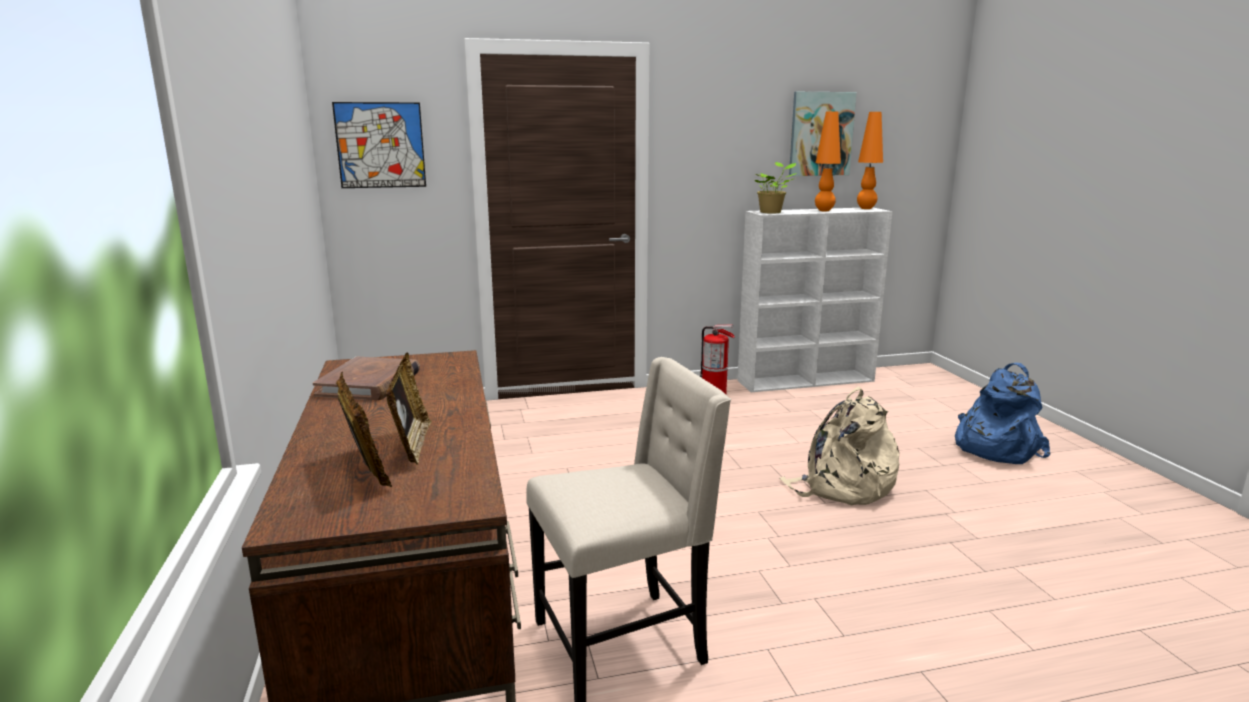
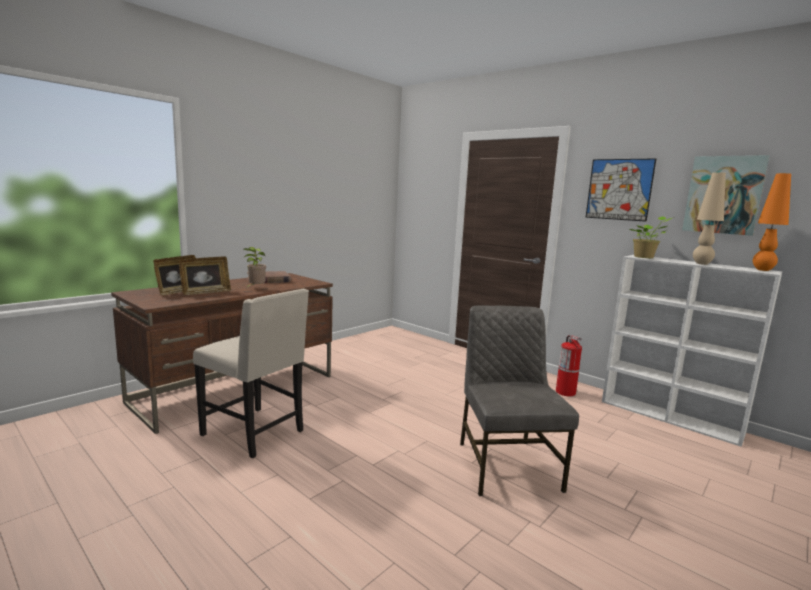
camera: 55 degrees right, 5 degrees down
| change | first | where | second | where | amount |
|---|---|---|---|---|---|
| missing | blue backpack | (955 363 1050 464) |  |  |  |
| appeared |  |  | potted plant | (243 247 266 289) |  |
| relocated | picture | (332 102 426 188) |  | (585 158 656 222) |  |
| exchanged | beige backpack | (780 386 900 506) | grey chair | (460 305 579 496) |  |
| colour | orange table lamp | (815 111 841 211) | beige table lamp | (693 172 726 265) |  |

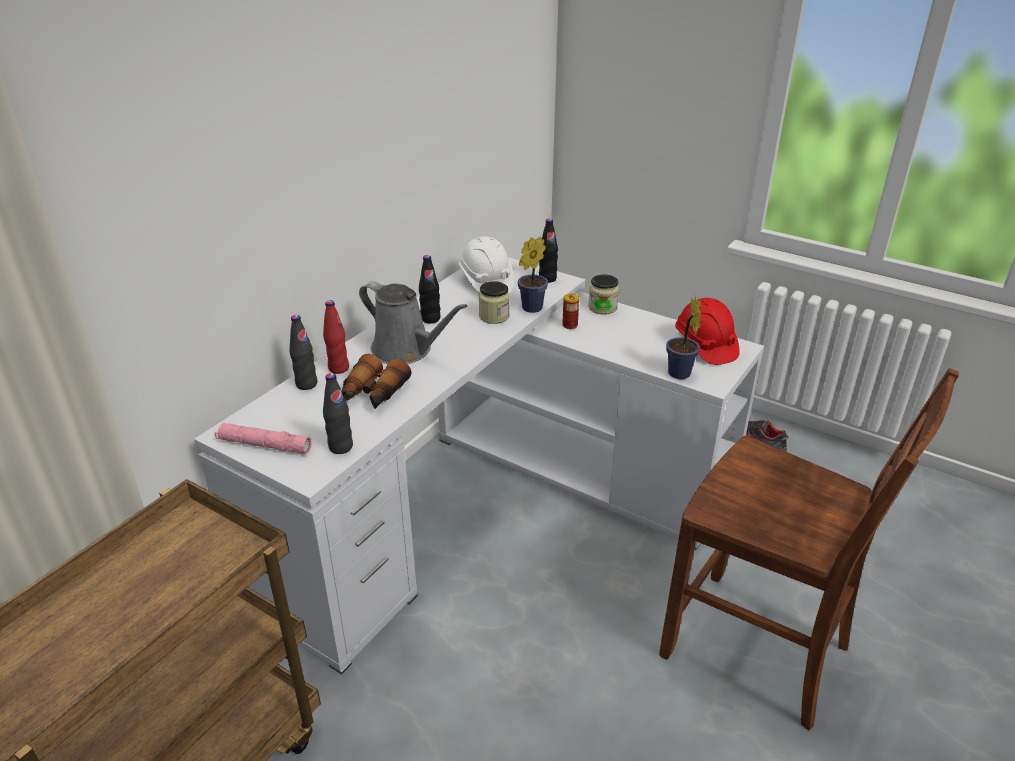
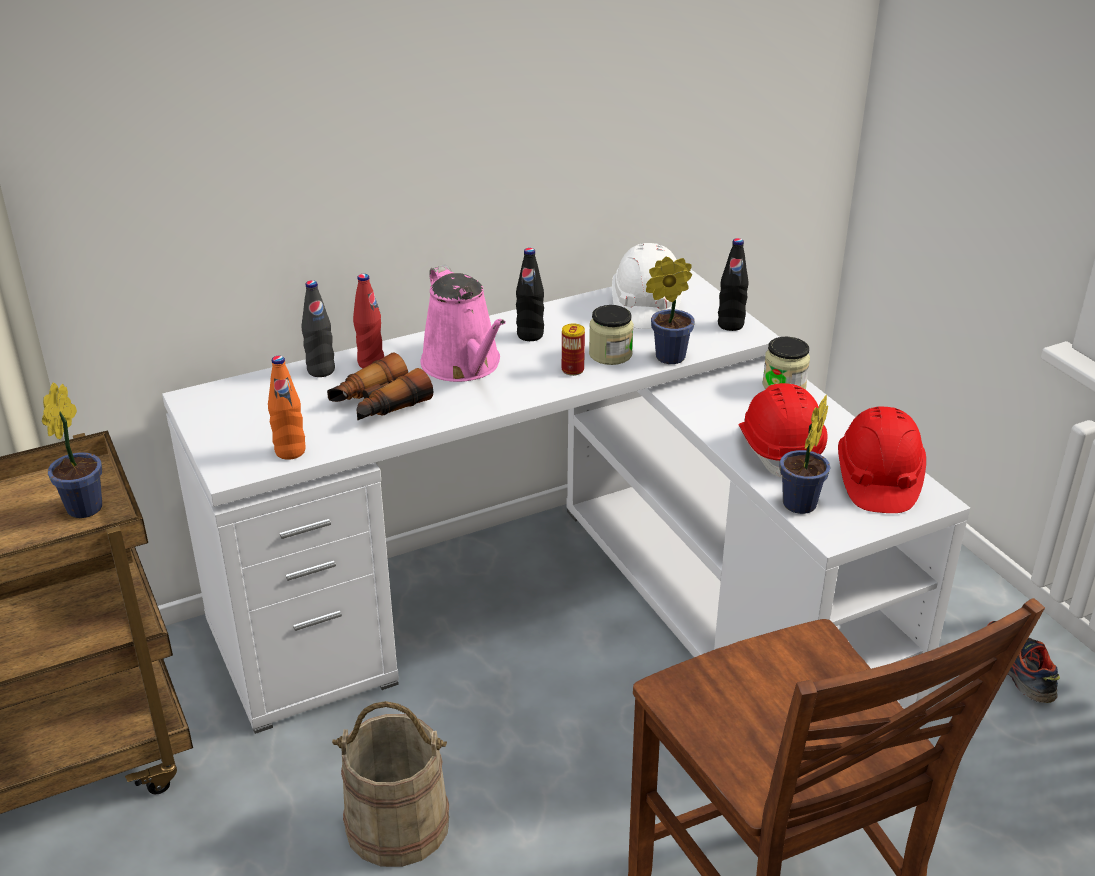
camera: 30 degrees right, 0 degrees up
| change | first | where | second | where | amount |
|---|---|---|---|---|---|
| missing | pink flashlight | (215 423 312 454) |  |  |  |
| appeared |  |  | potted plant | (42 382 102 518) |  |
| appeared |  |  | beige bucket | (332 701 449 867) |  |
| appeared |  |  | red hard hat | (738 383 828 477) |  |
| relocated | can | (562 294 579 329) |  | (562 324 585 376) |  |
| colour | black bottle | (323 373 353 454) | orange bottle | (268 356 306 460) |  |
| colour | grey watering can | (359 281 467 364) | pink watering can | (421 265 506 382) |  |

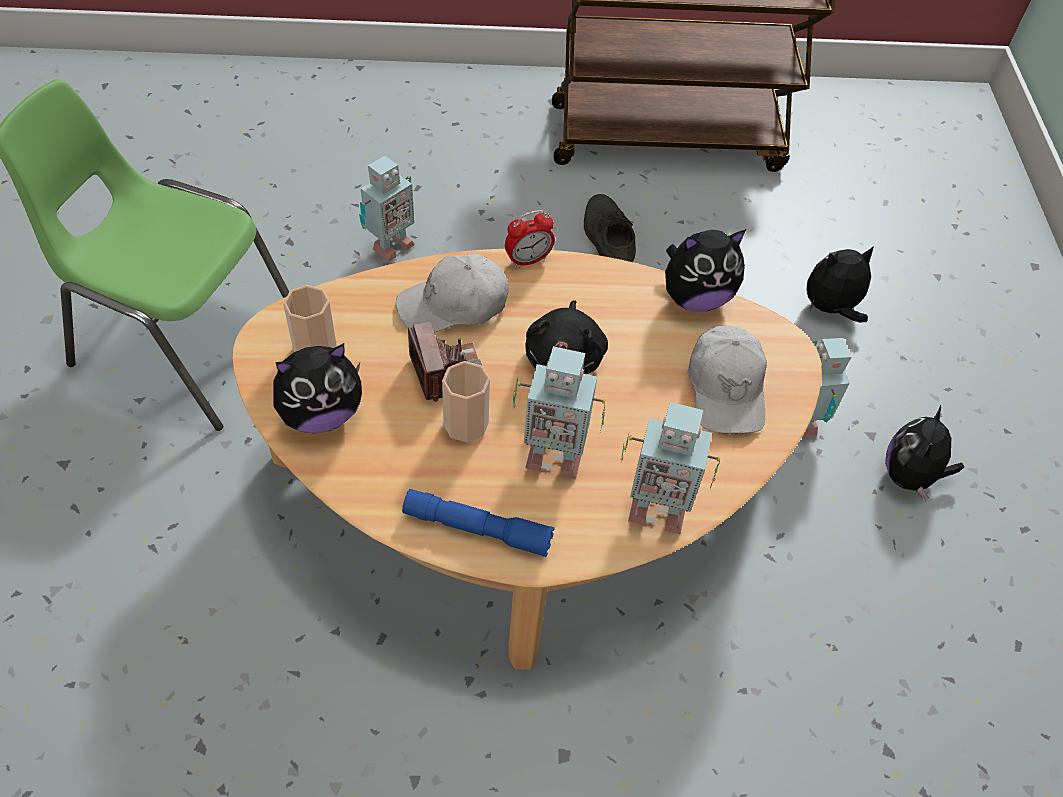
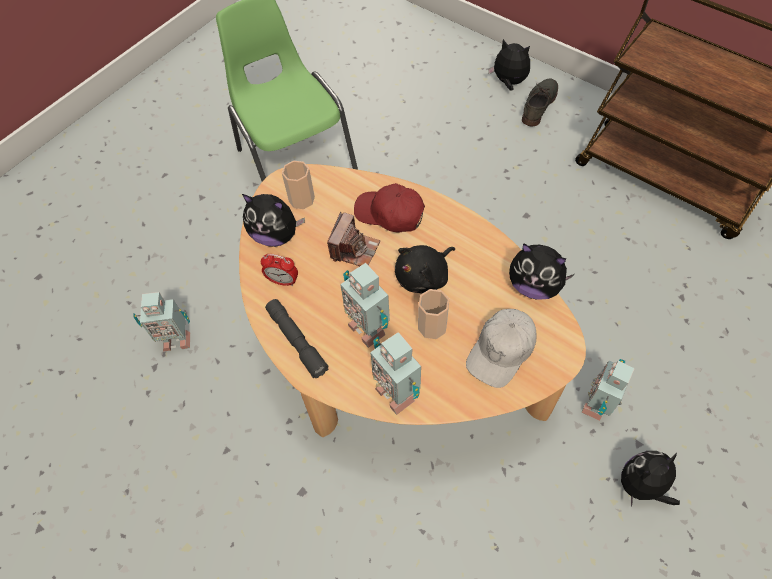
camera: 45 degrees right, 5 degrees up
| change | first | where | second | where | amount |
|---|---|---|---|---|---|
| relocated | toy robot | (359 156 415 262) |  | (133 292 190 351) |  |
| relocated | cup | (442 361 490 442) |  | (418 289 449 339) |  |
| relocated | alarm clock | (505 210 555 268) |  | (261 254 298 286) |  |
| relocated | grey shoe | (584 194 636 262) |  | (522 79 558 127) |  |
| relocated | plush toy | (806 246 874 323) |  | (488 39 530 91) |  |
| colour | white cap | (396 254 508 333) | red cap | (354 183 425 233) |  |
| colour | blue flashlight | (402 489 555 557) | grey flashlight | (265 299 329 378) |  |

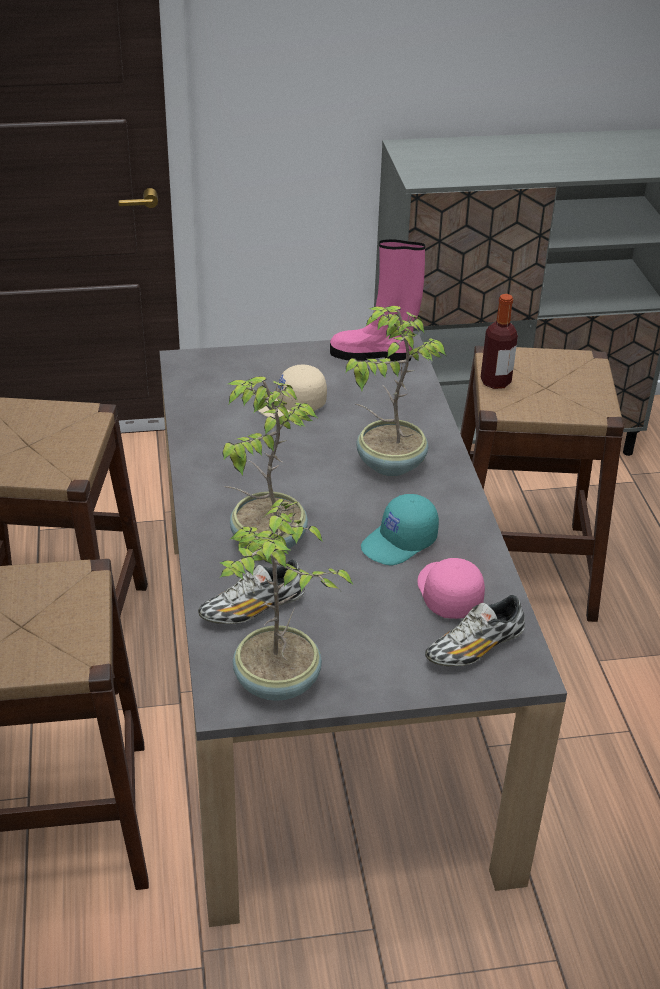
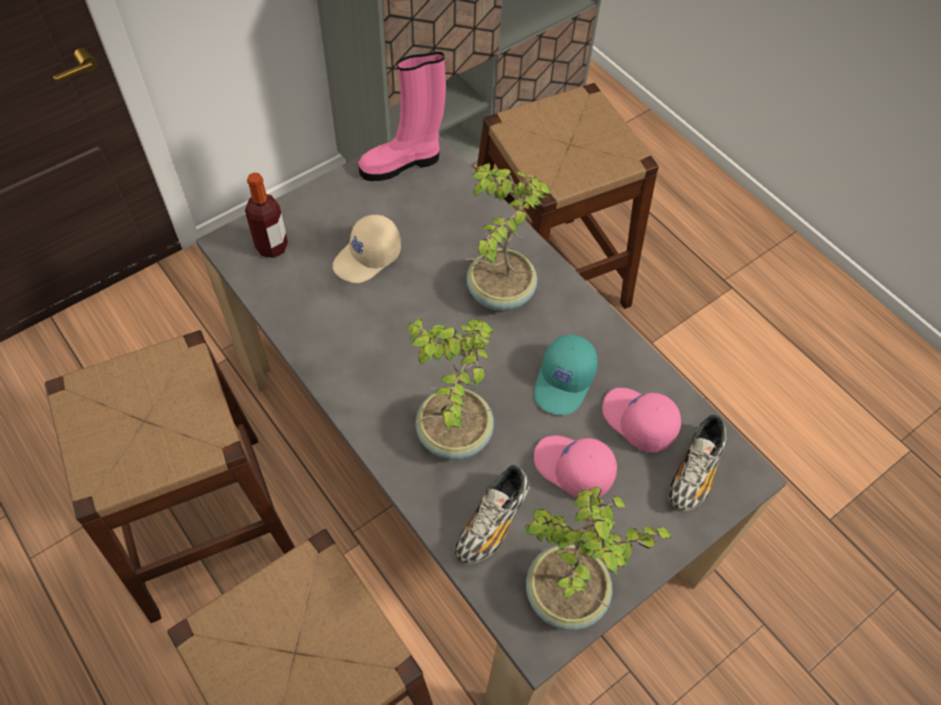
camera: 30 degrees left, 20 degrees up
| change | first | where | second | where | amount |
|---|---|---|---|---|---|
| appeared |  |  | pink cap | (534 435 617 498) |  |
| relocated | bottle | (481 294 518 389) |  | (245 173 288 258) |  |

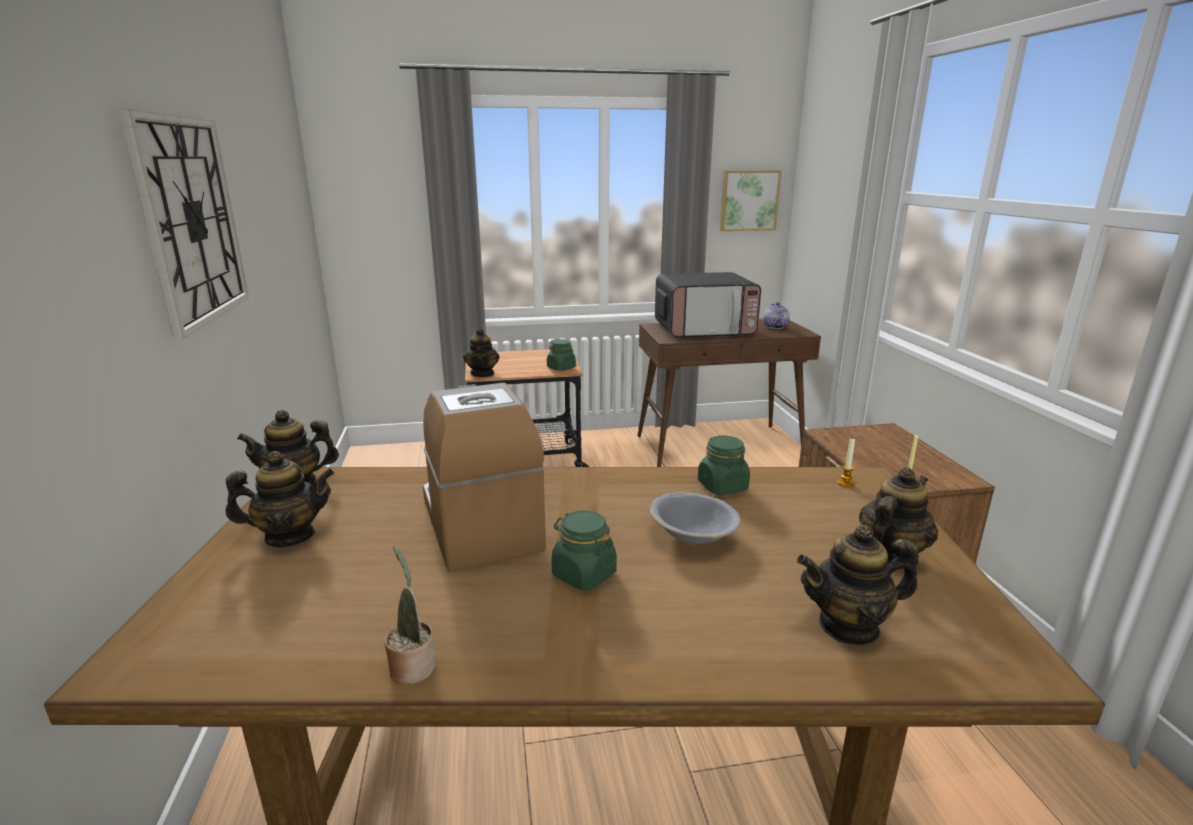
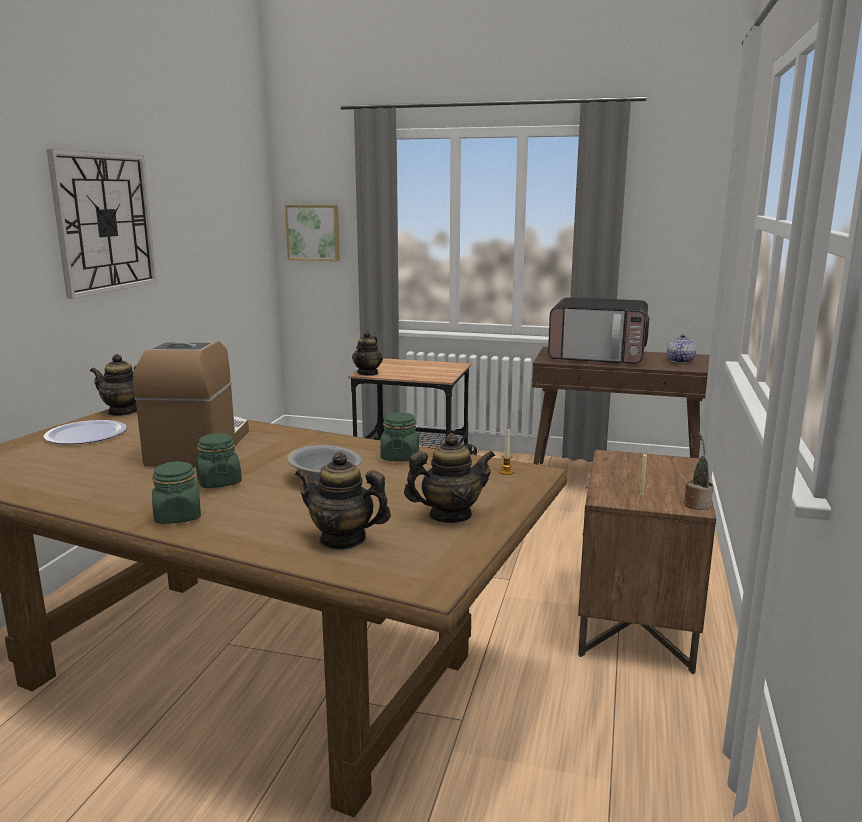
camera: 25 degrees right, 5 degrees down
| change | first | where | second | where | amount |
|---|---|---|---|---|---|
| relocated | potted plant | (384 546 436 684) |  | (684 432 714 510) |  |
| relocated | green jar | (547 339 576 371) |  | (152 461 201 524) |  |
| relocated | picture | (720 170 782 231) |  | (285 205 340 261) |  |
| exchanged | teapot | (226 451 334 547) | plate | (44 420 127 444) |  |

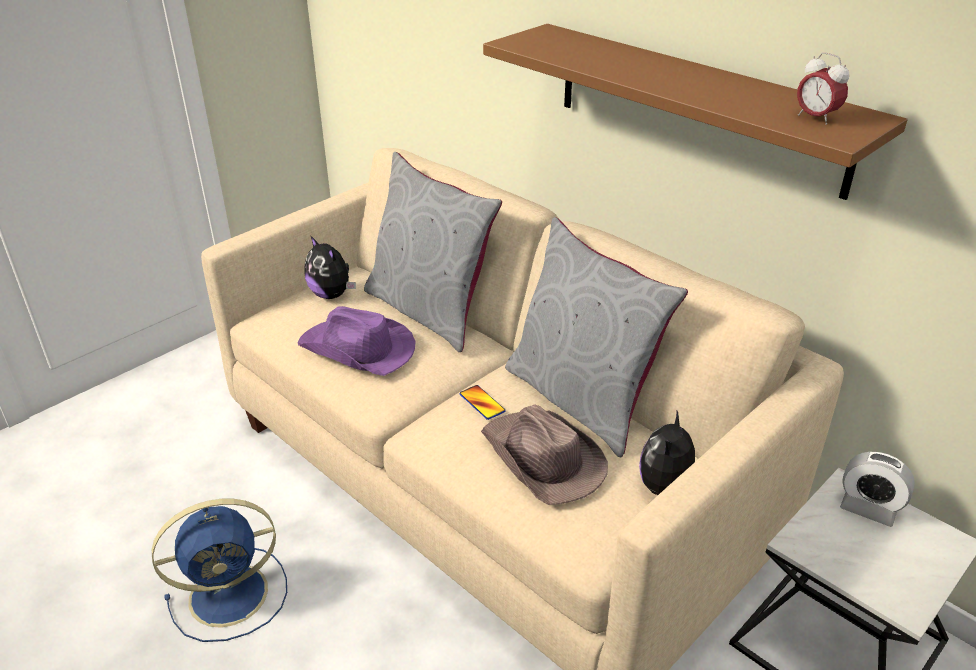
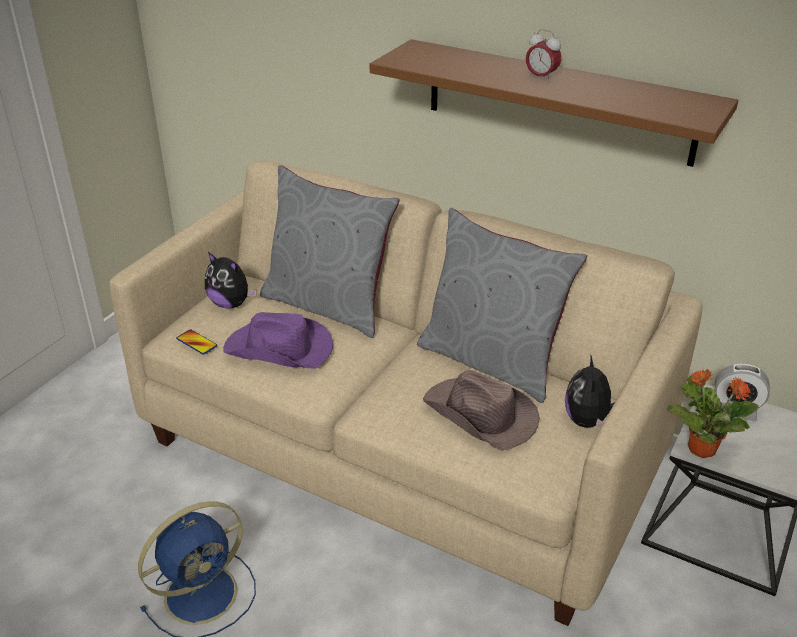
camera: 15 degrees left, 0 degrees up
| change | first | where | second | where | amount |
|---|---|---|---|---|---|
| appeared |  |  | potted plant | (667 369 759 458) |  |
| relocated | phone | (460 385 506 420) |  | (176 330 217 355) |  |
| relocated | alarm clock | (797 52 849 125) |  | (526 29 561 82) |  |

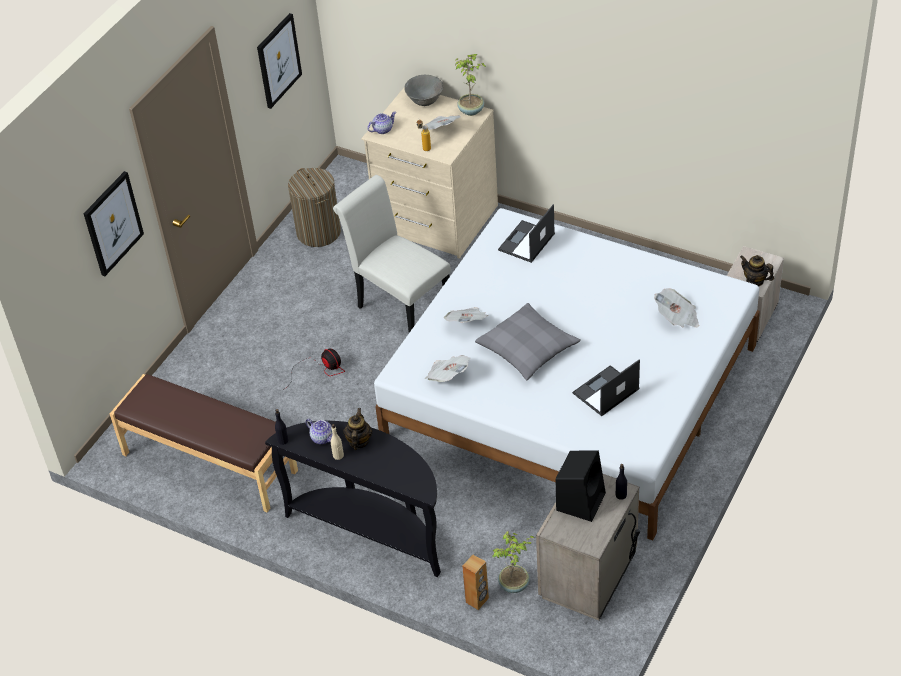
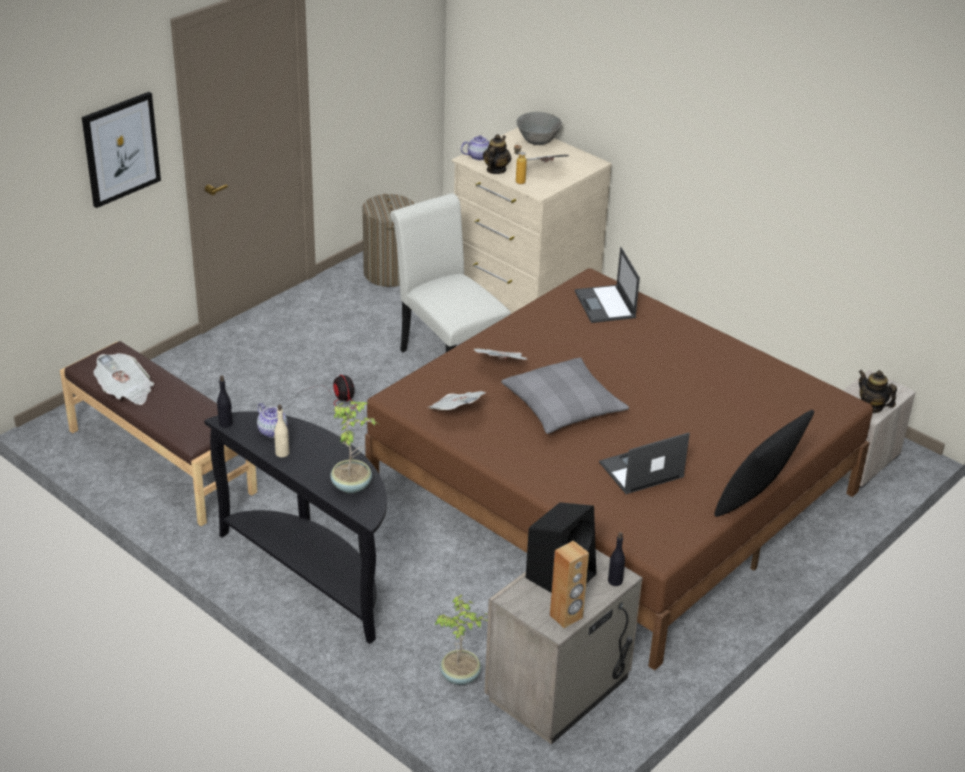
camera: 10 degrees right, 10 degrees down
| change | first | where | second | where | amount |
|---|---|---|---|---|---|
| missing | picture | (257 13 302 109) |  |  |  |
| appeared |  |  | black pillow | (714 410 814 517) |  |
| relocated | teapot | (343 408 373 450) |  | (483 134 511 174) |  |
| relocated | potted plant | (455 54 487 116) |  | (330 401 378 493) |  |
| relocated | brown speaker | (462 555 489 610) |  | (550 540 589 628) |  |
| relocated | newspaper | (654 289 699 327) |  | (93 353 154 405) |  |
| colour | white bed | (374 208 760 541) | brown bed | (365 268 873 670) |  |
| spun | laptop | (498 204 555 263) |  | (575 247 640 323) | 60 degrees counterclockwise |

